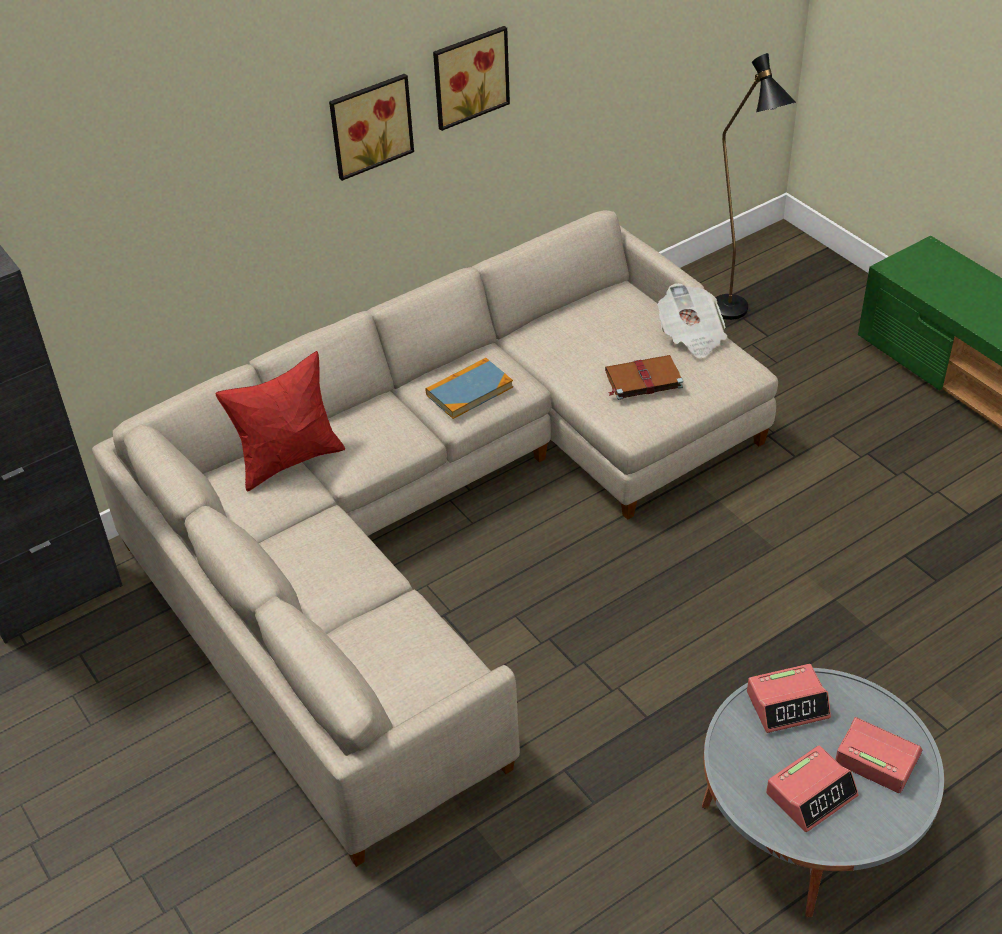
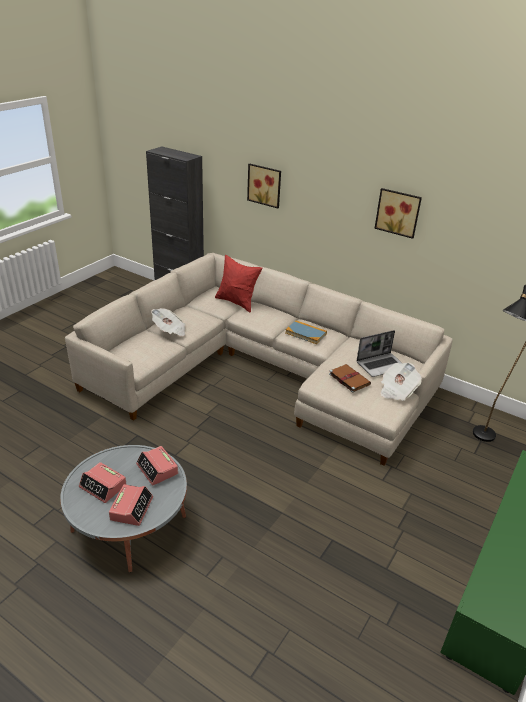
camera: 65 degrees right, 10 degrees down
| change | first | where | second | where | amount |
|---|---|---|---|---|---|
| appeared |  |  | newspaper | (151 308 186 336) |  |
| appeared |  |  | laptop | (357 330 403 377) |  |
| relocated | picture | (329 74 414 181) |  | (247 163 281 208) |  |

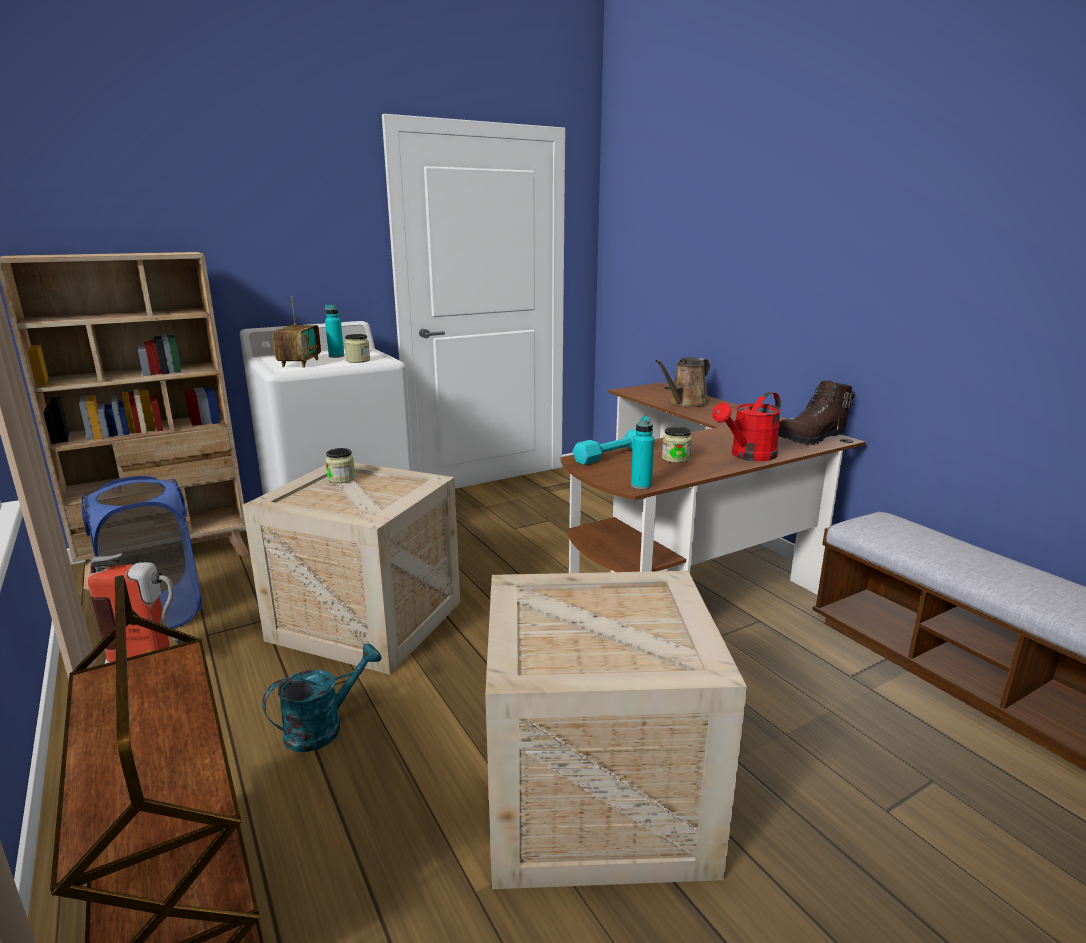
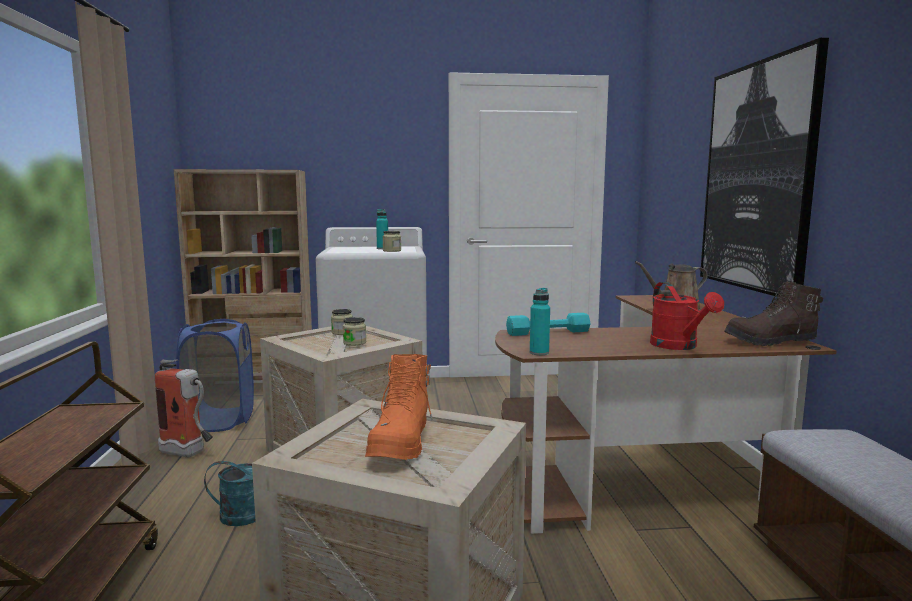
camera: 25 degrees right, 10 degrees down
| change | first | where | second | where | amount |
|---|---|---|---|---|---|
| missing | radio | (273 296 321 368) |  |  |  |
| appeared |  |  | orange boot | (365 354 433 460) |  |
| appeared |  |  | picture | (700 38 829 296) |  |
| relocated | jar | (662 427 692 463) |  | (343 317 366 346) |  |
| spun | red watering can | (712 392 781 461) |  | (650 282 724 350) | 90 degrees counterclockwise |

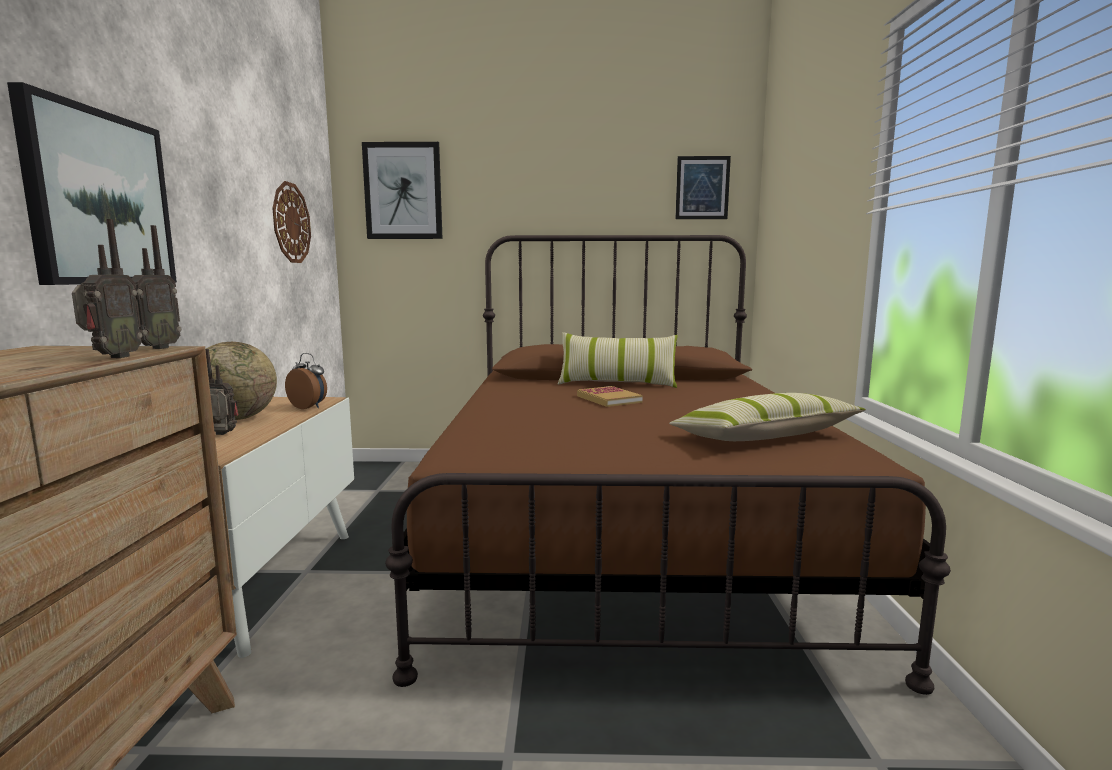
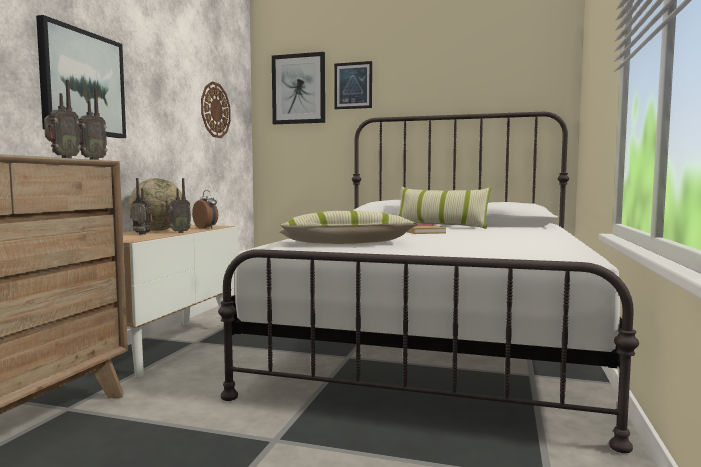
camera: 15 degrees right, 5 degrees down
| change | first | where | second | where | amount |
|---|---|---|---|---|---|
| appeared |  |  | radio | (167 178 191 233) |  |
| relocated | pillow | (669 393 866 441) |  | (279 211 418 244) |  |
| relocated | picture | (675 156 731 219) |  | (334 61 372 109) |  |
| colour | brown bed | (385 235 951 695) | white bed | (218 112 639 453) |  |

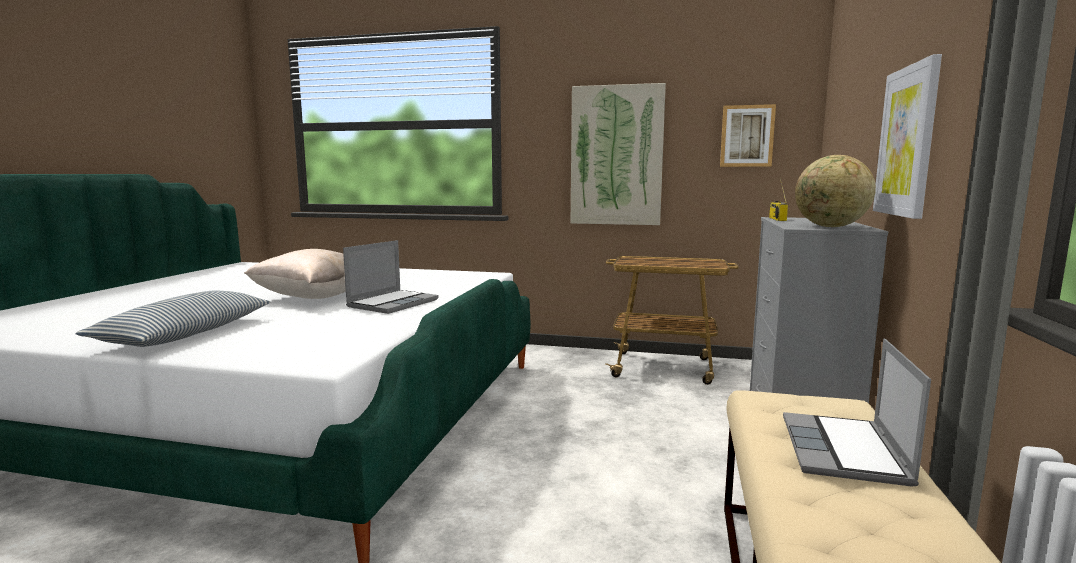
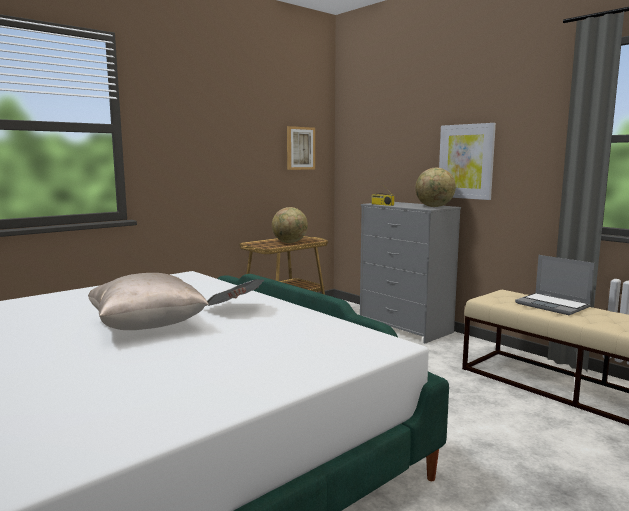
camera: 55 degrees left, 0 degrees up
| change | first | where | second | where | amount |
|---|---|---|---|---|---|
| missing | pillow | (75 291 271 347) |  |  |  |
| missing | picture | (571 83 666 225) |  |  |  |
| appeared |  |  | globe | (272 207 308 243) |  |
| exchanged | laptop | (343 240 439 314) | newspaper | (206 279 264 306) |  |

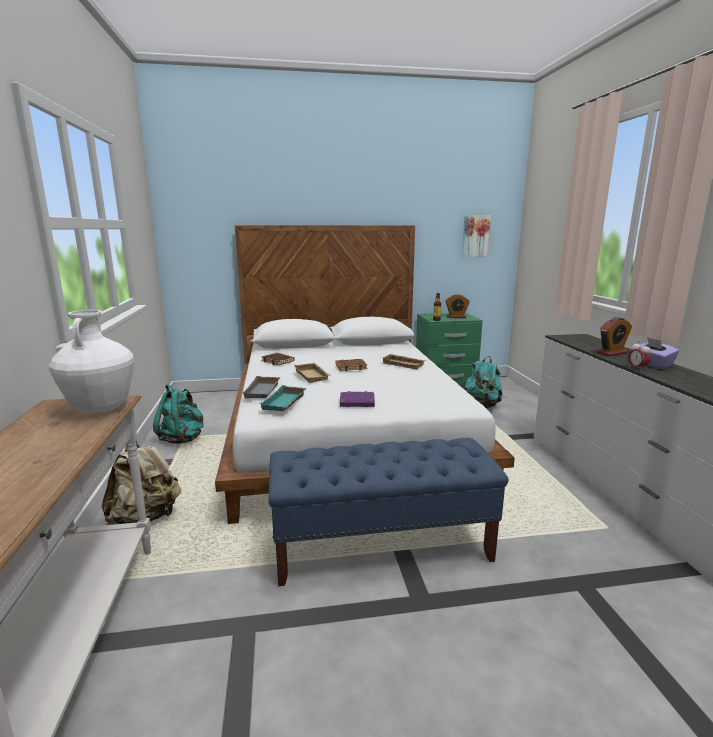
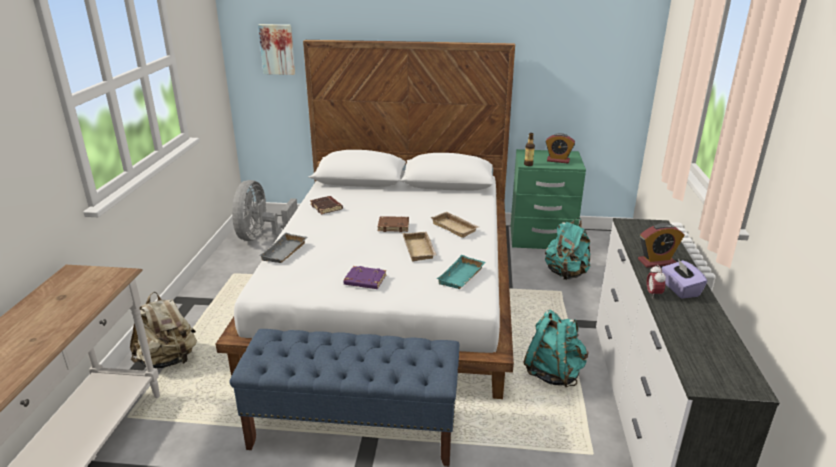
camera: 15 degrees right, 10 degrees up
| change | first | where | second | where | amount |
|---|---|---|---|---|---|
| missing | white vase | (49 310 134 414) |  |  |  |
| appeared |  |  | grey fan | (232 180 297 241) |  |
| relocated | turquoise backpack | (153 384 204 444) |  | (523 310 588 387) |  |
| relocated | turquoise tray | (259 385 307 411) |  | (437 255 485 289) |  |
| relocated | beige tray | (294 363 331 383) |  | (402 232 437 261) |  |
| relocated | picture | (462 215 491 257) |  | (258 24 295 75) |  |

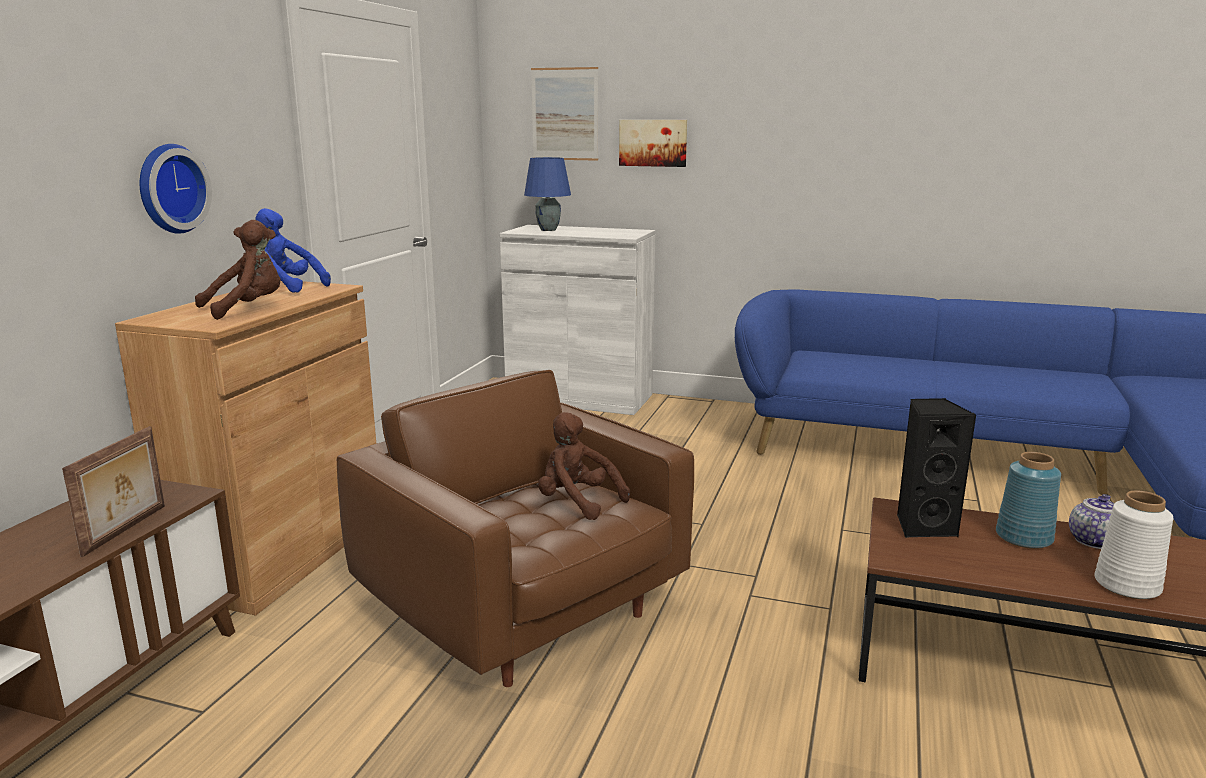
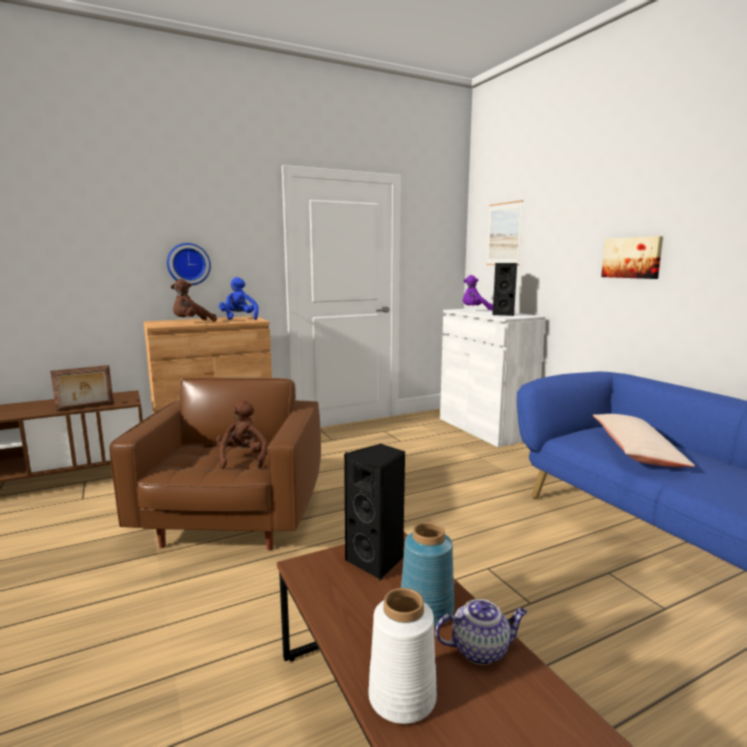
camera: 45 degrees right, 5 degrees down
| change | first | where | second | where | amount |
|---|---|---|---|---|---|
| appeared |  |  | black speaker | (492 263 517 316) |  |
| appeared |  |  | beige pillow | (593 414 695 467) |  |
| relocated | picture | (619 120 687 167) |  | (601 236 663 279) |  |
| exchanged | blue table lamp | (524 157 571 231) | purple plush toy | (463 275 493 311) |  |
| spun | brown plush toy | (195 220 281 320) |  | (171 279 217 321) | 135 degrees clockwise |

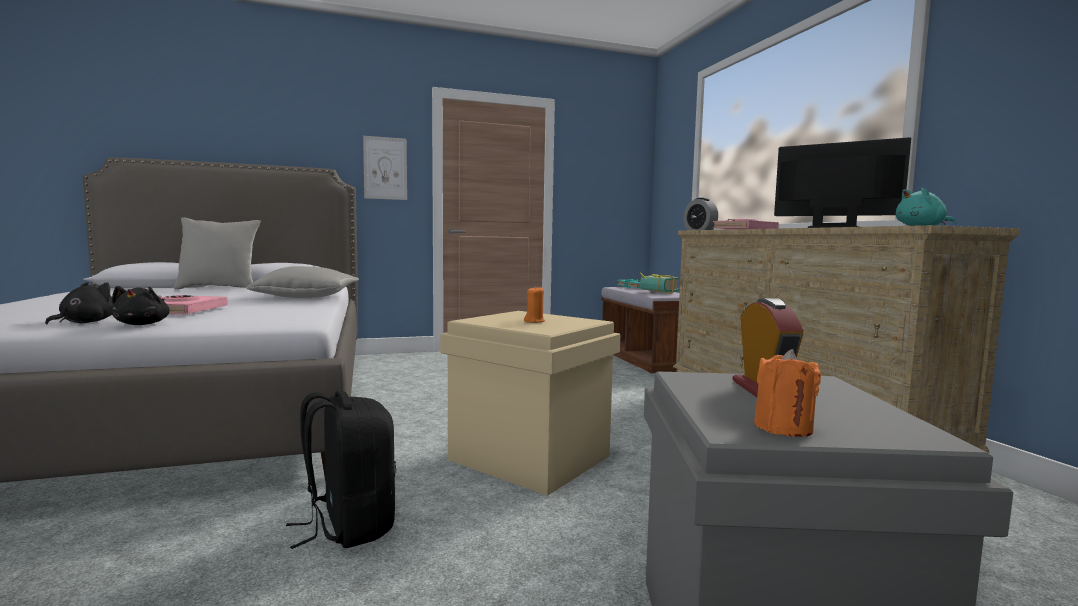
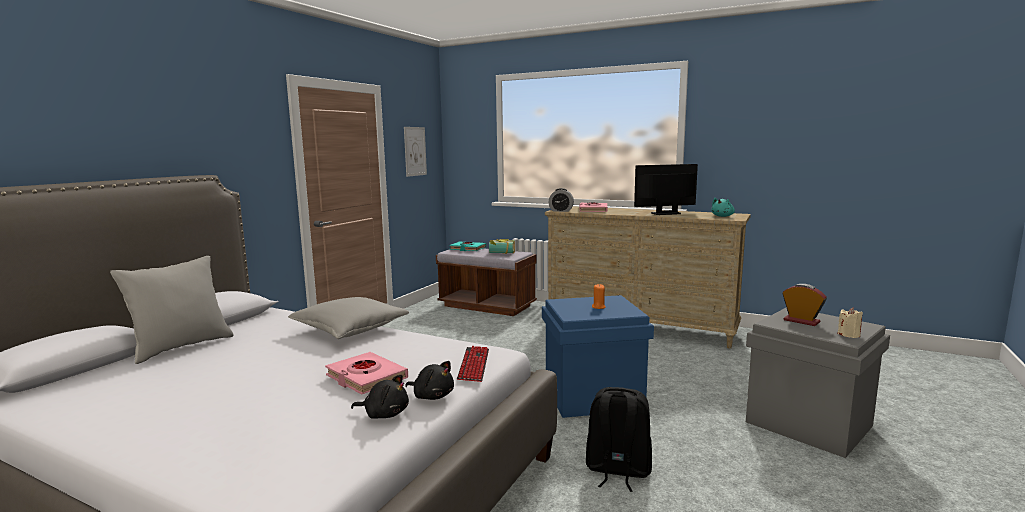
camera: 45 degrees left, 5 degrees up
| change | first | where | second | where | amount |
|---|---|---|---|---|---|
| appeared |  |  | keyboard | (457 346 489 382) |  |
| relocated | picture | (363 136 407 200) |  | (404 127 427 177) |  |
| colour | beige storage box | (440 311 621 496) | blue storage box | (542 295 654 418) |  |
| colour | orange candle | (754 349 821 437) | beige candle | (837 308 863 338) |  |
| spun | black plush toy | (45 282 113 325) |  | (351 374 409 419) | 135 degrees clockwise |

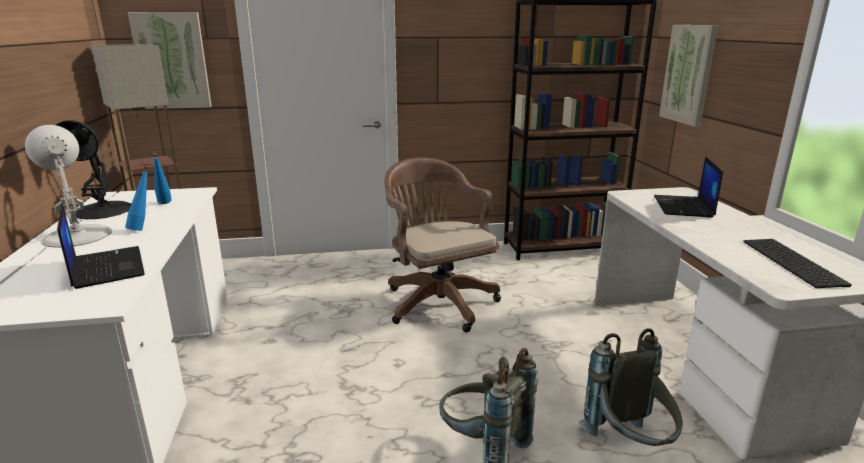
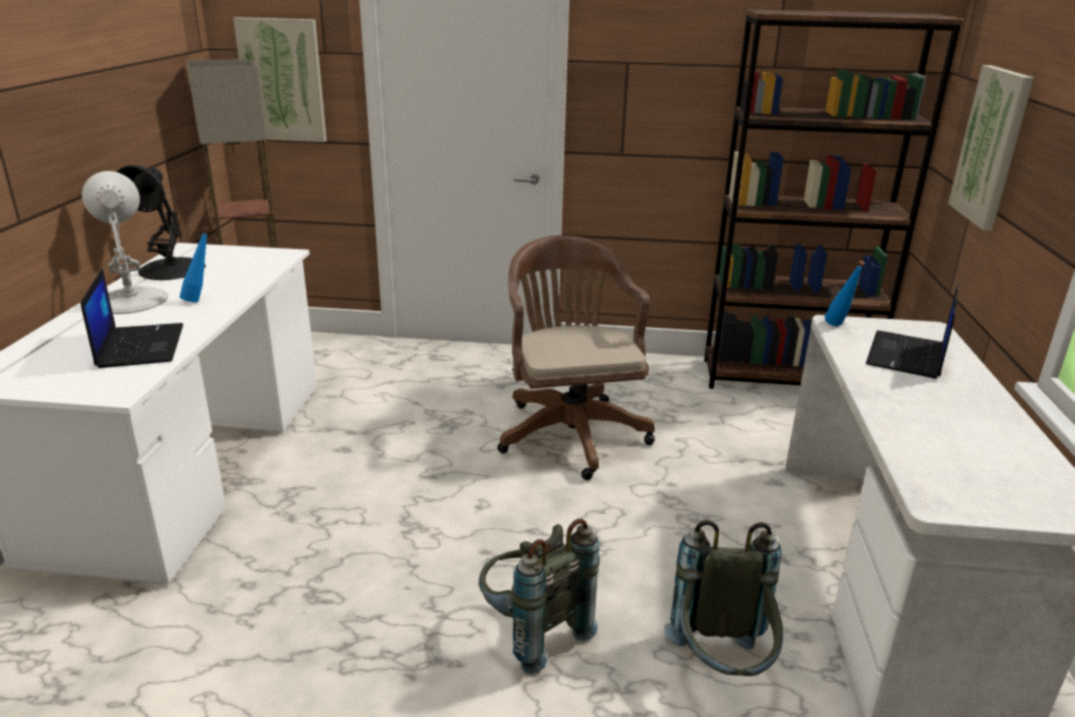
camera: 15 degrees right, 5 degrees up
| change | first | where | second | where | amount |
|---|---|---|---|---|---|
| missing | keyboard | (743 239 852 288) |  |  |  |
| relocated | blue bottle | (153 153 172 204) |  | (825 261 865 326) |  |

